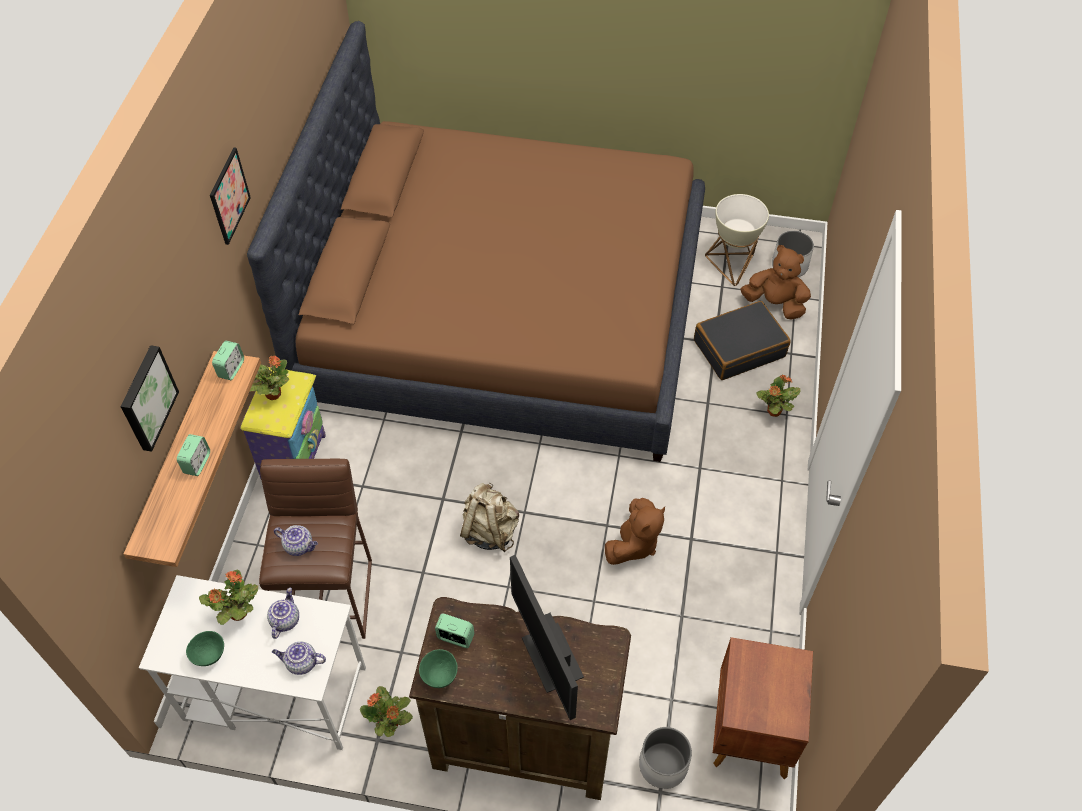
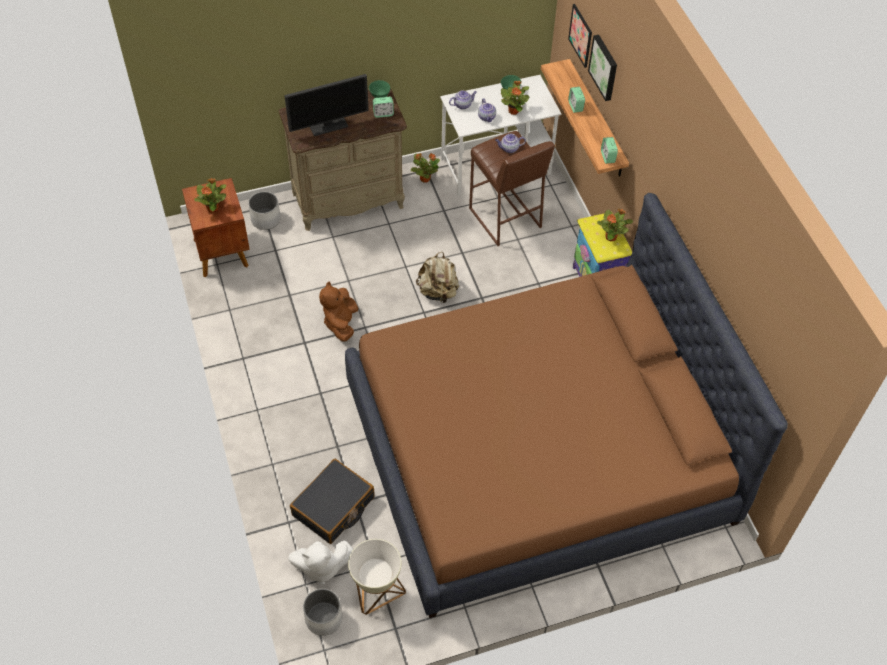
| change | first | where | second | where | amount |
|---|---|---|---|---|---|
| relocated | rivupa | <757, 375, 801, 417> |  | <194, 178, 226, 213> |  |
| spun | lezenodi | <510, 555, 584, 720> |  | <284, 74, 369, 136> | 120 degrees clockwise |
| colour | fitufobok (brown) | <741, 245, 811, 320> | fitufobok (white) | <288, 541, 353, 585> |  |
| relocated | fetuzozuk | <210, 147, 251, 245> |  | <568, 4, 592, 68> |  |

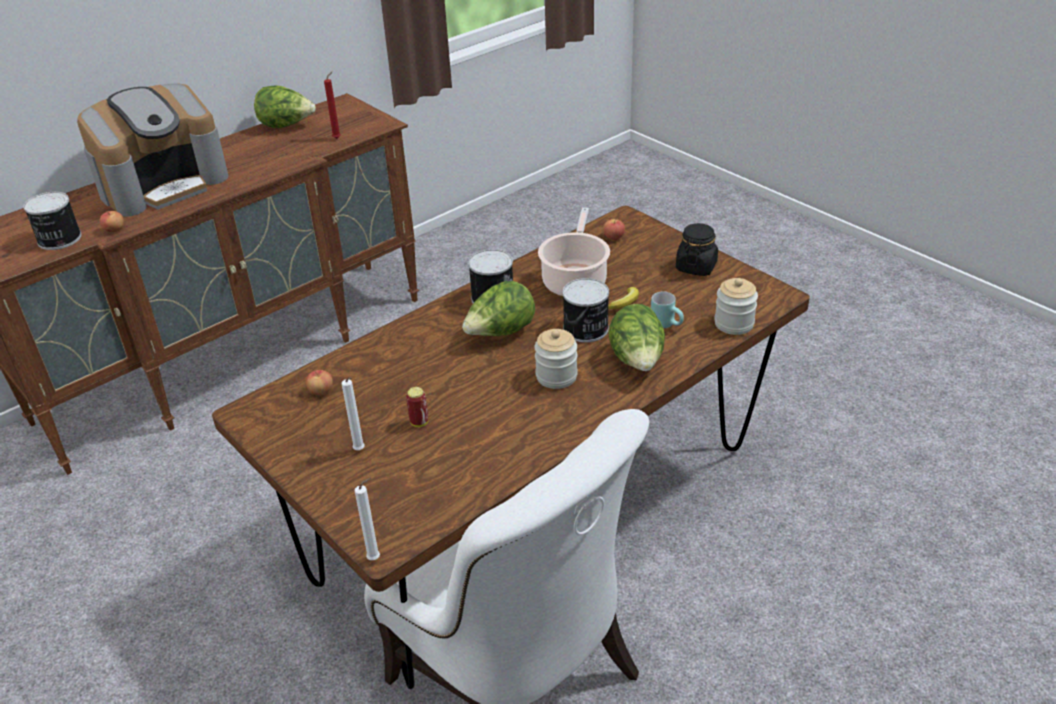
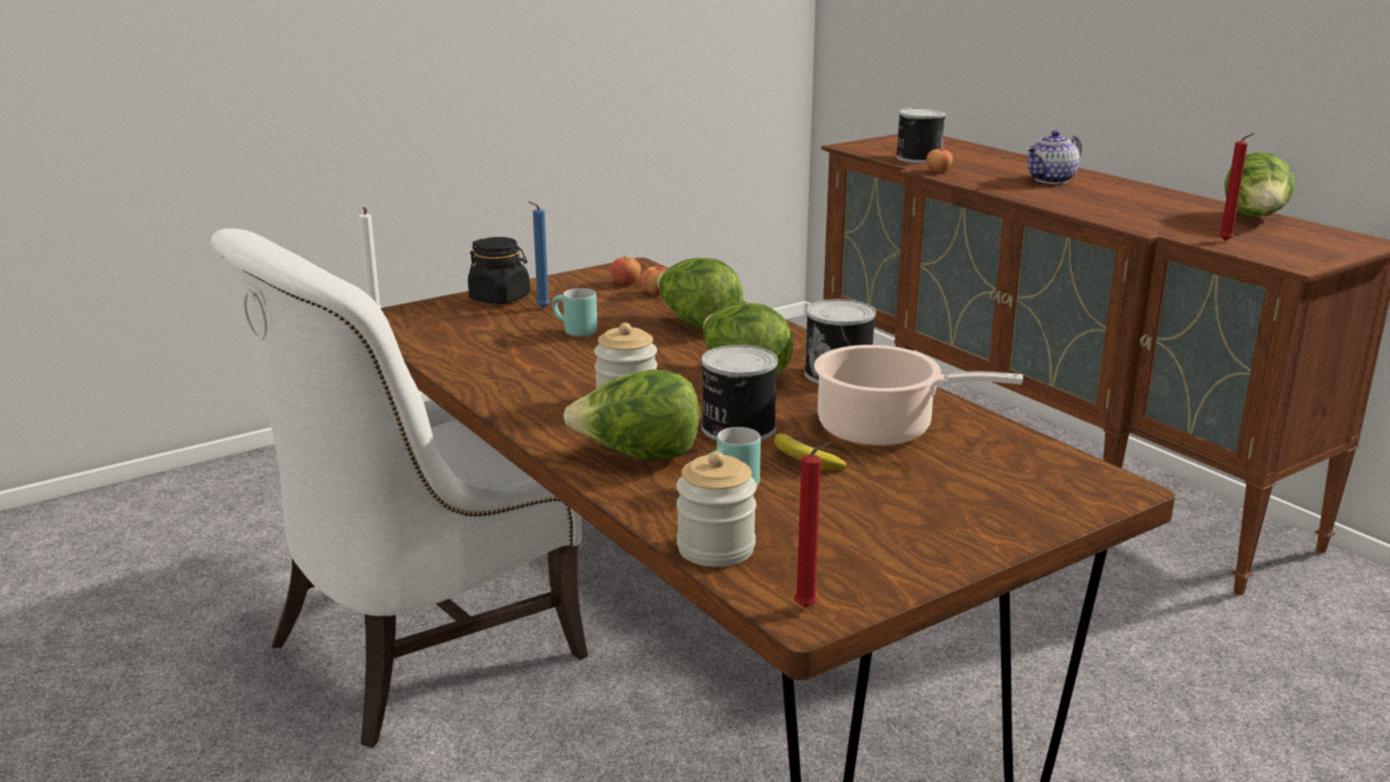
| change | first | where | second | where | amount |
|---|---|---|---|---|---|
| relocated | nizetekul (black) | <676, 223, 718, 276> |  | <468, 237, 530, 304> |  |
| colour | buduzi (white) | <341, 377, 365, 450> | buduzi (blue) | <528, 201, 550, 308> |  |
| exchanged | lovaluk | <406, 387, 428, 427> | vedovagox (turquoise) | <552, 288, 597, 337> |  |
| relocated | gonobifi | <603, 219, 625, 240> |  | <611, 255, 641, 285> |  |
| appeared |  |  | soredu | <657, 258, 743, 329> |  |
| appeared |  |  | buduzi (red) | <794, 442, 832, 608> |  |
| exchanged | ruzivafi | <77, 83, 229, 217> | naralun | <1026, 130, 1082, 184> |  |

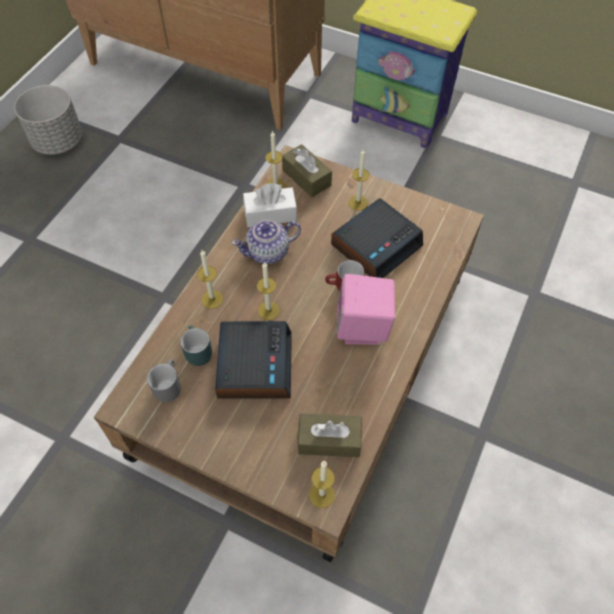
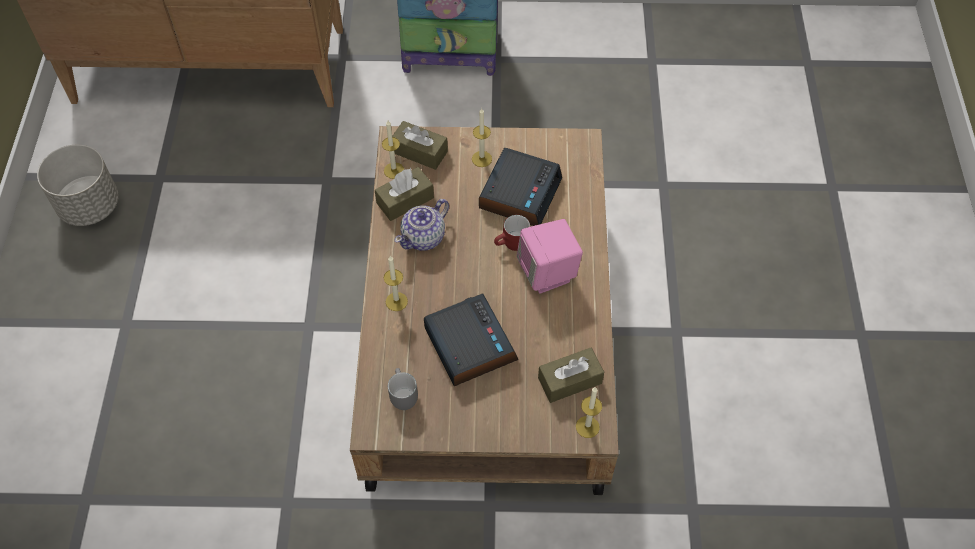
| change | first | where | second | where | amount |
|---|---|---|---|---|---|
| colour | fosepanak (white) | <243, 183, 297, 227> | fosepanak (brown) | <375, 167, 434, 221> |  |
| missing | vedovagox (turquoise) | <181, 325, 212, 366> |  |  |  |
| missing | buduzi | <257, 262, 280, 320> |  |  |  |

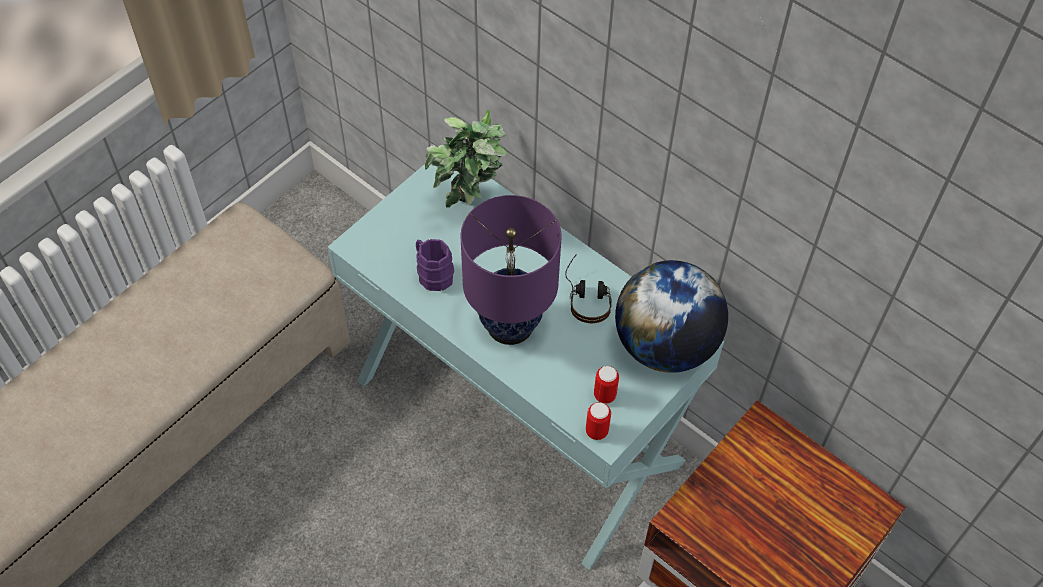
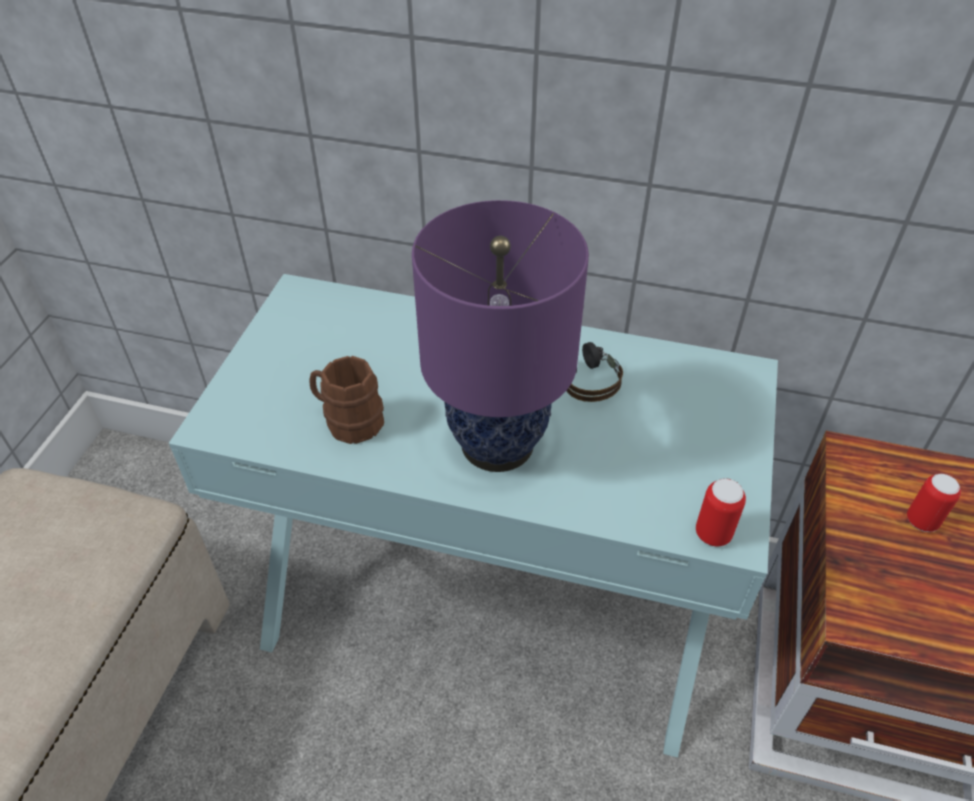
| change | first | where | second | where | amount |
|---|---|---|---|---|---|
| colour | vedovagox (purple) | <416, 239, 454, 291> | vedovagox (brown) | <309, 356, 384, 444> |  |
| relocated | lovaluk | <594, 366, 619, 404> |  | <907, 474, 961, 532> |  |
| missing | rivupa | <425, 109, 507, 208> |  |  |  |
| missing | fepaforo | <615, 260, 728, 373> |  |  |  |

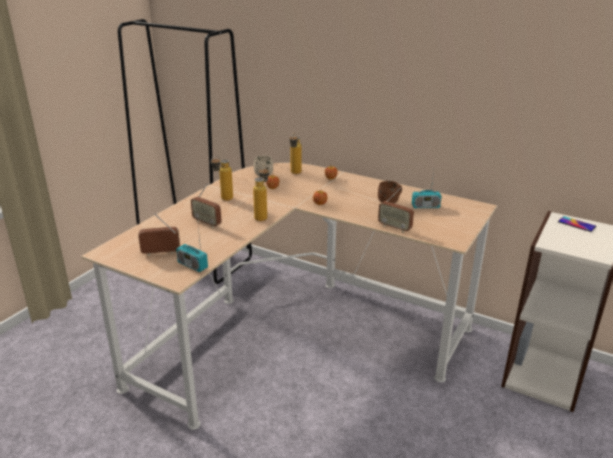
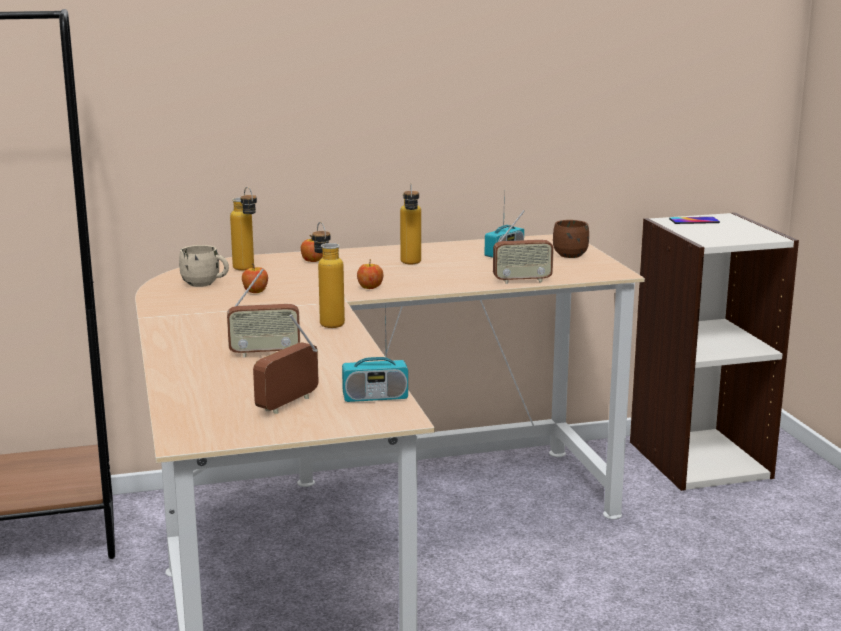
| change | first | where | second | where | amount |
|---|---|---|---|---|---|
| relocated | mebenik | <211, 155, 233, 201> |  | <400, 183, 421, 264> |  |
| relocated | vedovagox (brown) | <378, 181, 402, 203> |  | <553, 220, 589, 258> |  |

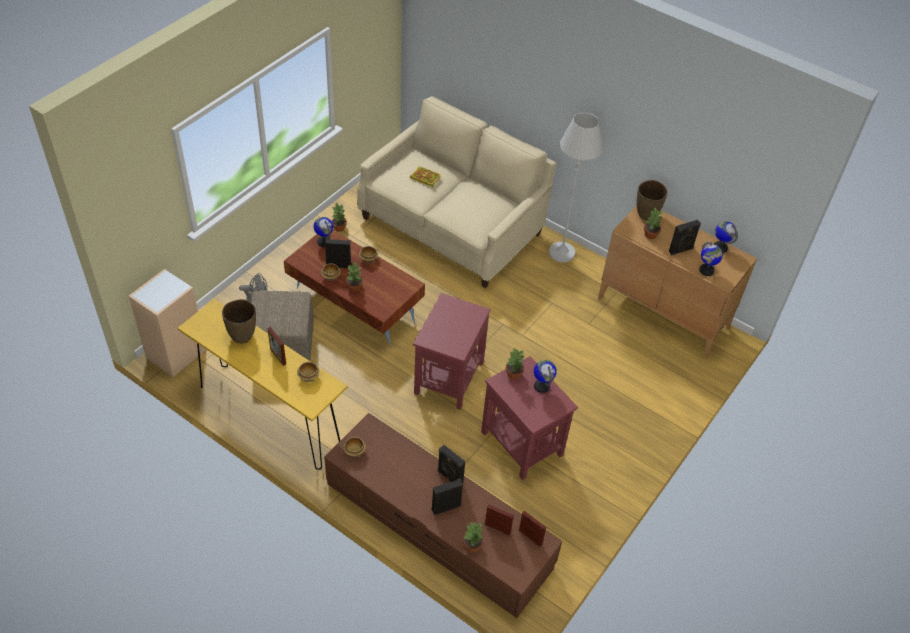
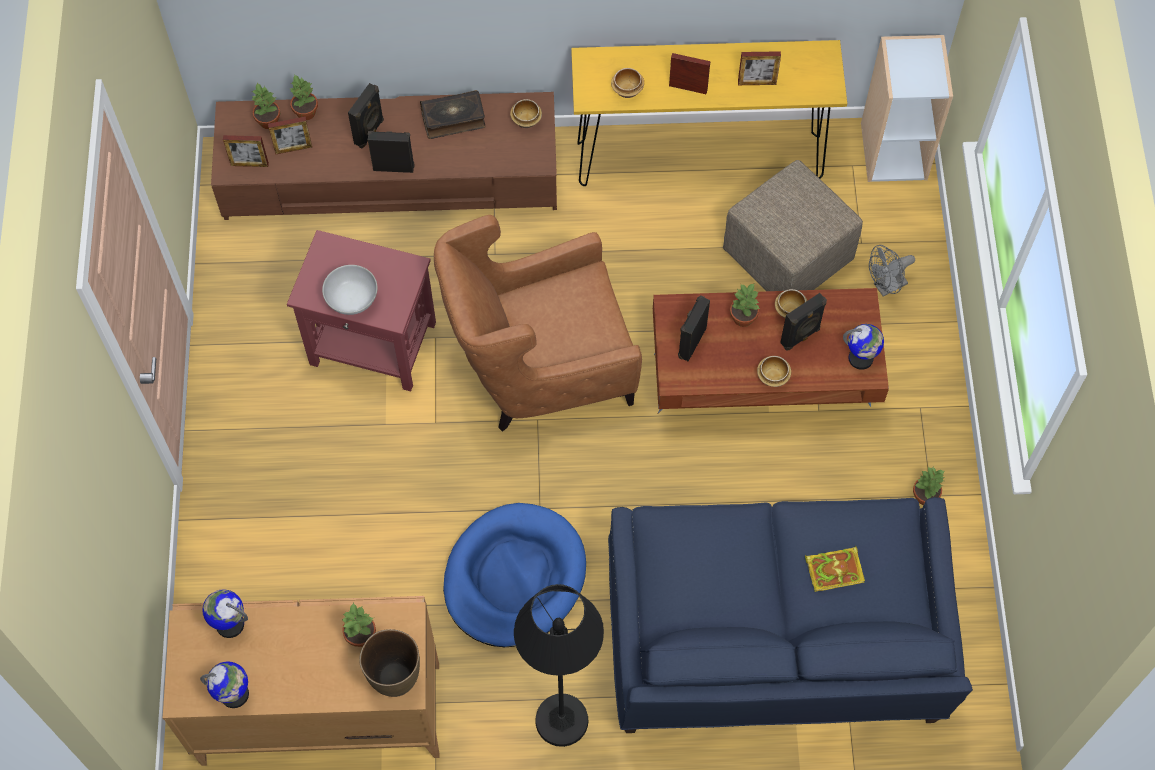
| change | first | where | second | where | amount |
|---|---|---|---|---|---|
| relocated | rivupa | <506, 348, 524, 380> |  | <252, 83, 280, 129> |  |
| exchanged | fepaforo | <534, 360, 557, 393> | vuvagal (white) | <322, 265, 378, 315> |  |
| appeared |  |  | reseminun | <420, 90, 486, 139> |  |
| exchanged | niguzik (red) | <413, 293, 491, 410> | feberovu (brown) | <434, 215, 642, 432> |  |
| appeared |  |  | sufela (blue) | <443, 503, 586, 647> |  |
| colour | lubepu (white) | <549, 112, 603, 262> | lubepu (black) | <514, 584, 604, 747> |  |
| colour | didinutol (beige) | <357, 96, 556, 288> | didinutol (blue) | <608, 497, 973, 733> |  |
| relocated | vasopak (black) | <669, 220, 701, 255> |  | <678, 295, 710, 362> |  |
| exchanged | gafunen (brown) | <222, 299, 256, 344> | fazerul | <738, 51, 781, 85> |  |

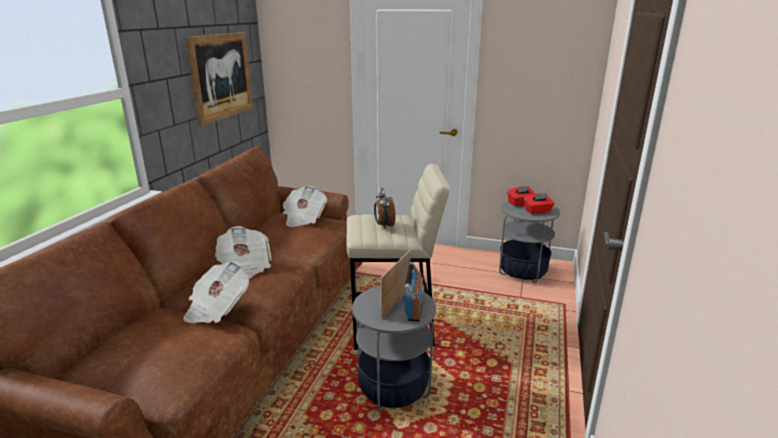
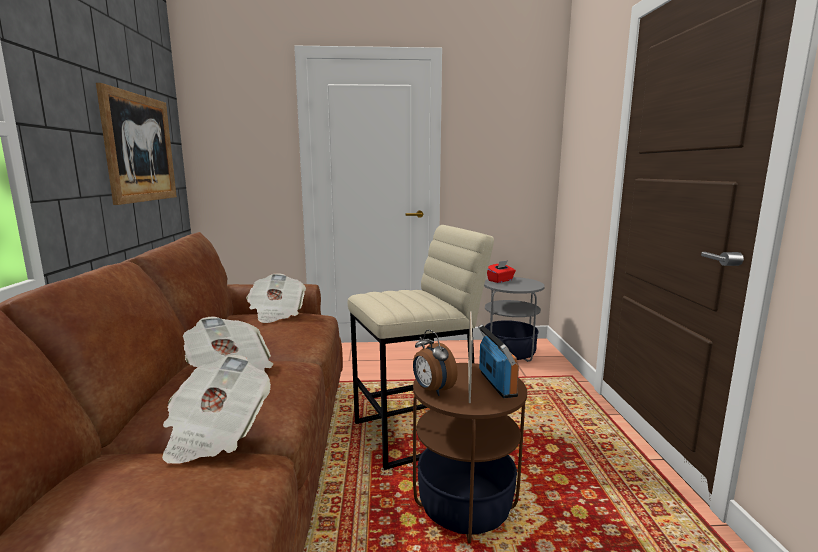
| change | first | where | second | where | amount |
|---|---|---|---|---|---|
| relocated | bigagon | <374, 188, 396, 228> |  | <413, 330, 458, 396> |  |
| colour | niguzik (grey) | <352, 286, 436, 412> | niguzik (brown) | <413, 363, 527, 544> |  |
| missing | fosepanak (red) | <524, 193, 555, 214> |  |  |  |

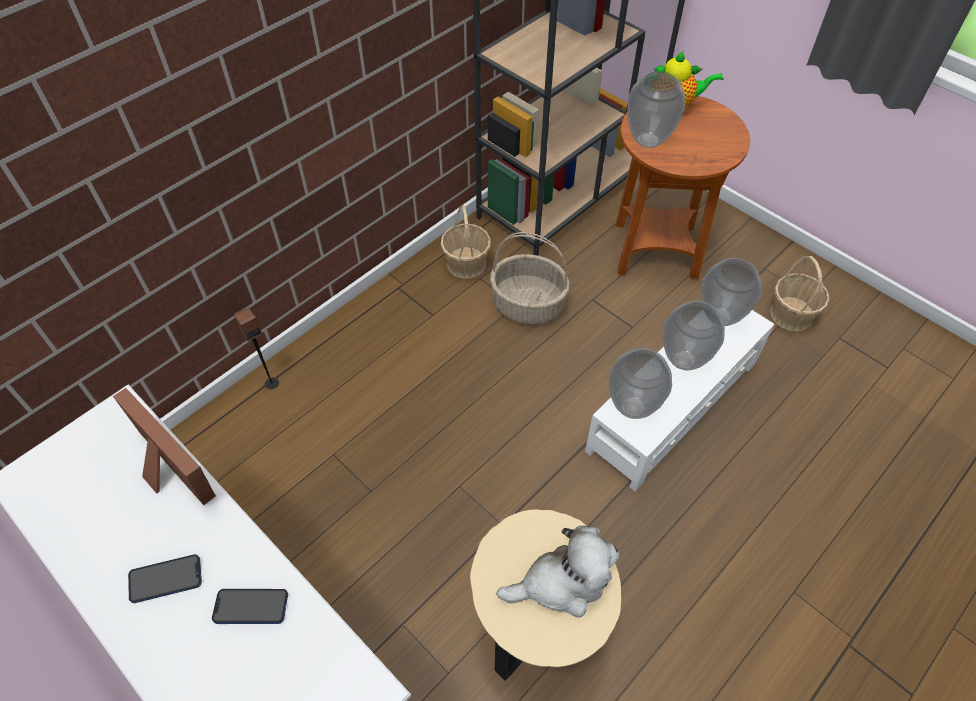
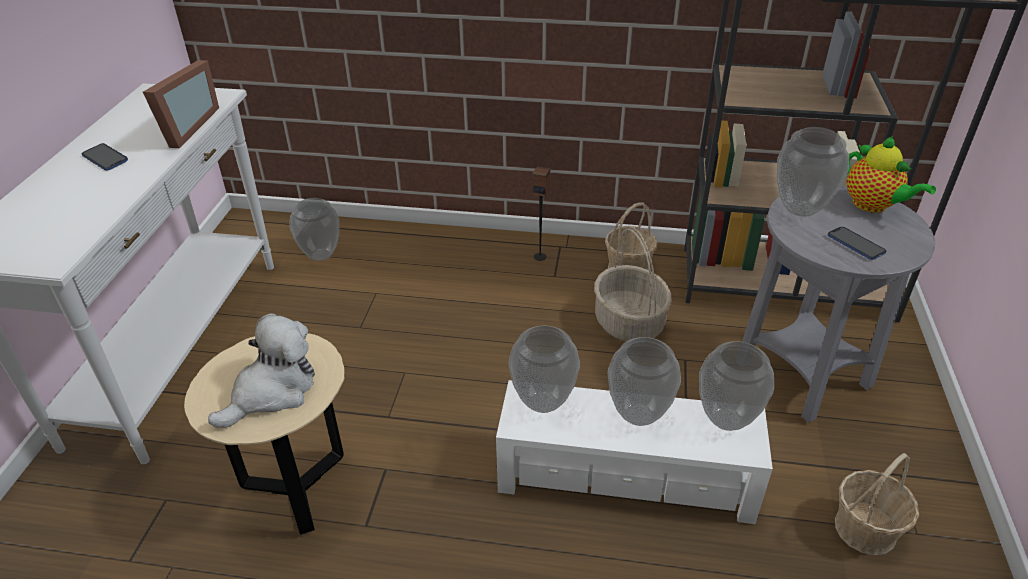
| change | first | where | second | where | amount |
|---|---|---|---|---|---|
| spun | fitufobok | <496, 526, 619, 617> |  | <208, 313, 315, 428> | 90 degrees counterclockwise |
| appeared |  |  | gafunen | <289, 198, 340, 261> |  |
| relocated | vasopak | <234, 307, 279, 389> |  | <532, 166, 550, 261> |  |
| colour | niguzik (brown) | <616, 96, 750, 279> | niguzik (grey) | <742, 186, 935, 423> |  |
| relocated | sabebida | <212, 589, 288, 624> |  | <828, 227, 887, 260> |  |

